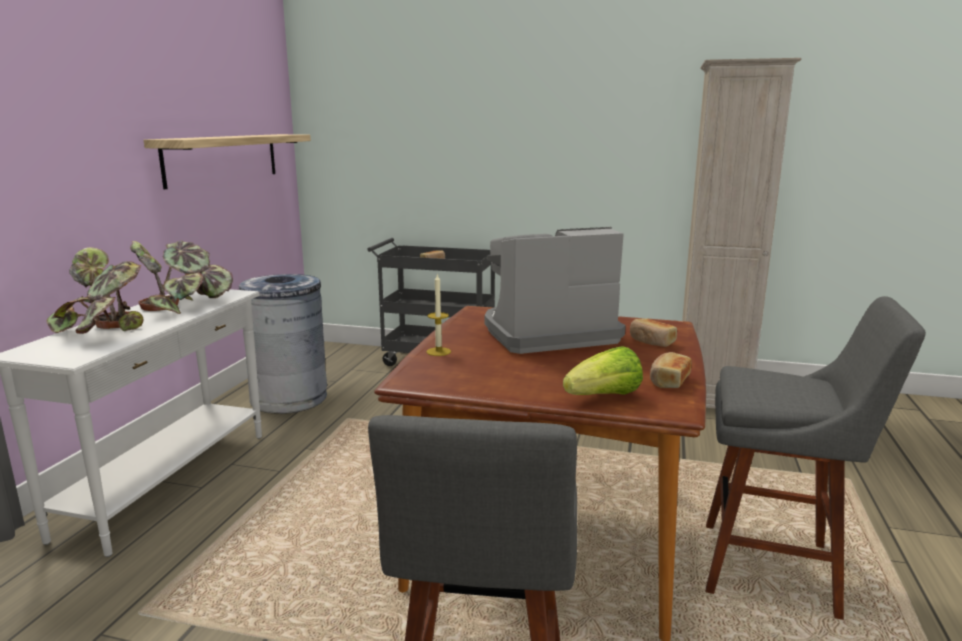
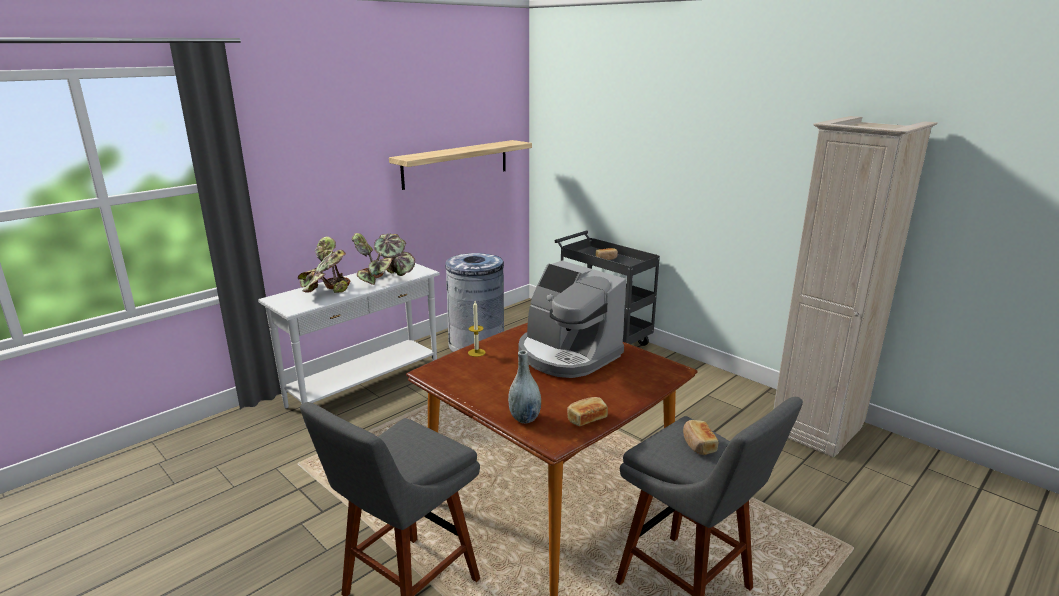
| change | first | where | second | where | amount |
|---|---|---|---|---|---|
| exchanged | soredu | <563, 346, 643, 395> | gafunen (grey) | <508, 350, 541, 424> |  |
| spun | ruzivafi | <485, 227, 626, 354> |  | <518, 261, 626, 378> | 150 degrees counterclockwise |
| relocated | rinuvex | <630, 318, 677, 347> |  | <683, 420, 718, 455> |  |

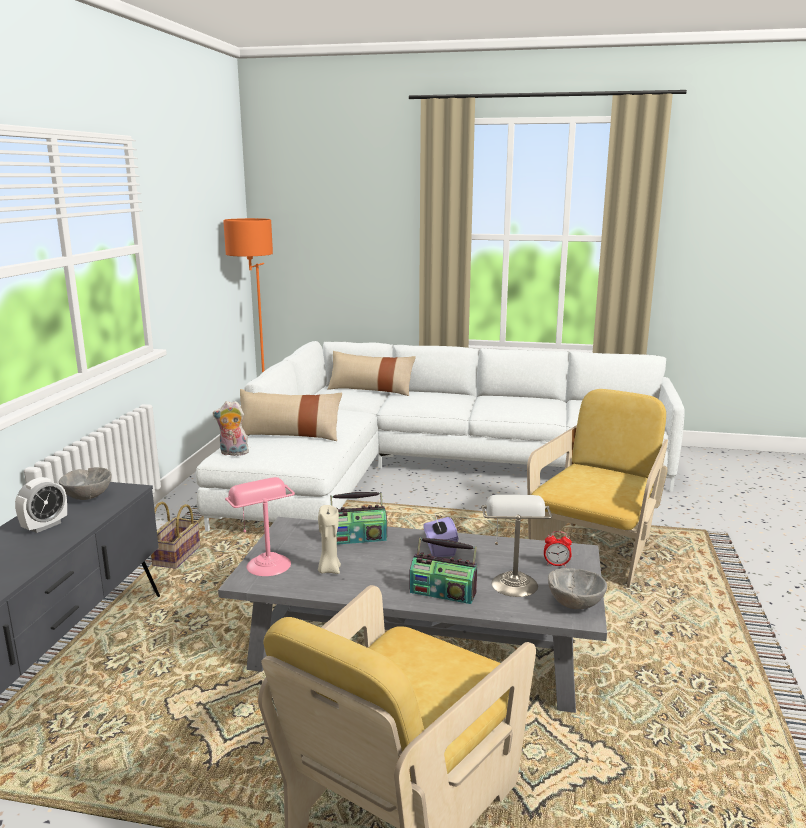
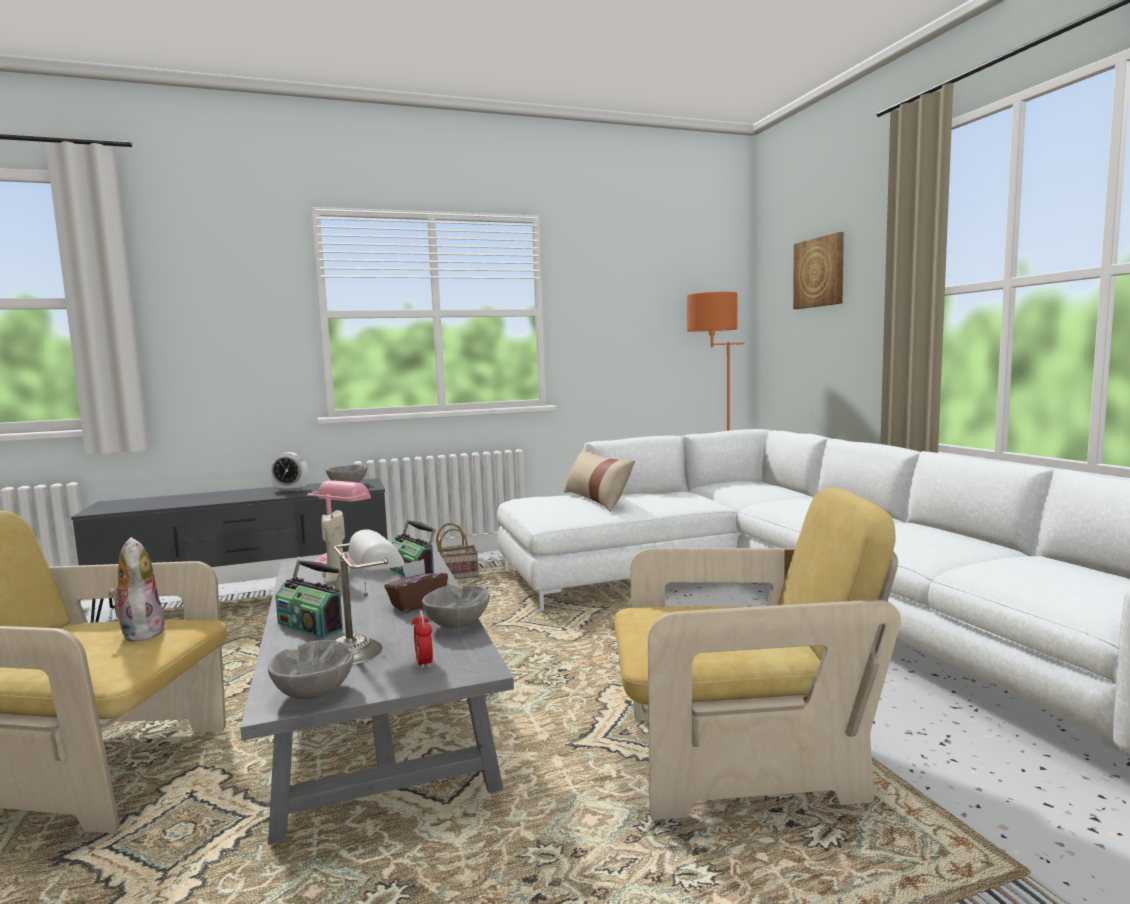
| change | first | where | second | where | amount |
|---|---|---|---|---|---|
| relocated | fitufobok | <213, 401, 249, 456> |  | <108, 537, 166, 642> |  |
| spun | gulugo | <410, 537, 477, 604> |  | <275, 560, 343, 638> | 45 degrees counterclockwise |
| colour | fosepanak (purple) | <423, 514, 459, 557> | fosepanak (brown) | <385, 559, 448, 612> |  |
| appeared |  |  | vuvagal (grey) | <422, 585, 490, 628> |  |
| appeared |  |  | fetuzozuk | <793, 232, 844, 309> |  |
| missing | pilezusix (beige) | <328, 351, 416, 396> |  |  |  |

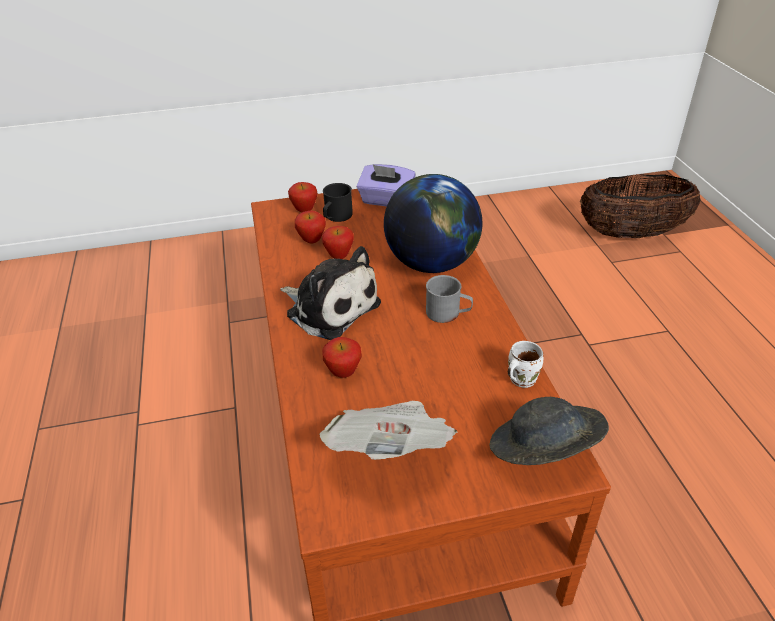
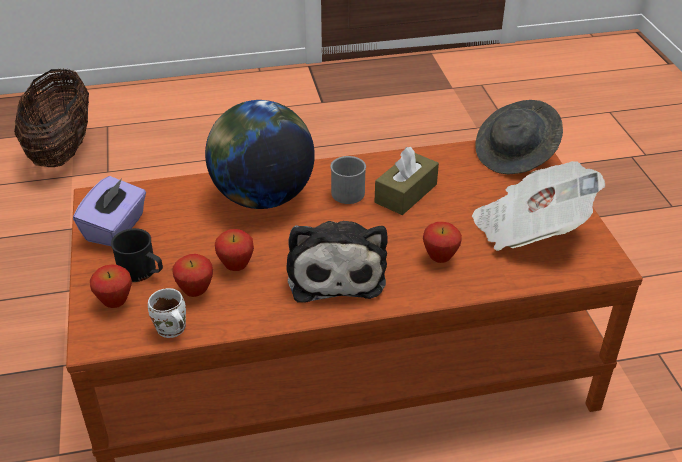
| change | first | where | second | where | amount |
|---|---|---|---|---|---|
| relocated | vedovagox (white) | <508, 341, 543, 388> |  | <148, 288, 186, 338> |  |
| spun | fitufobok | <280, 246, 381, 340> |  | <286, 221, 388, 303> | 135 degrees clockwise |
| appeared |  |  | fosepanak (brown) | <375, 147, 439, 215> |  |

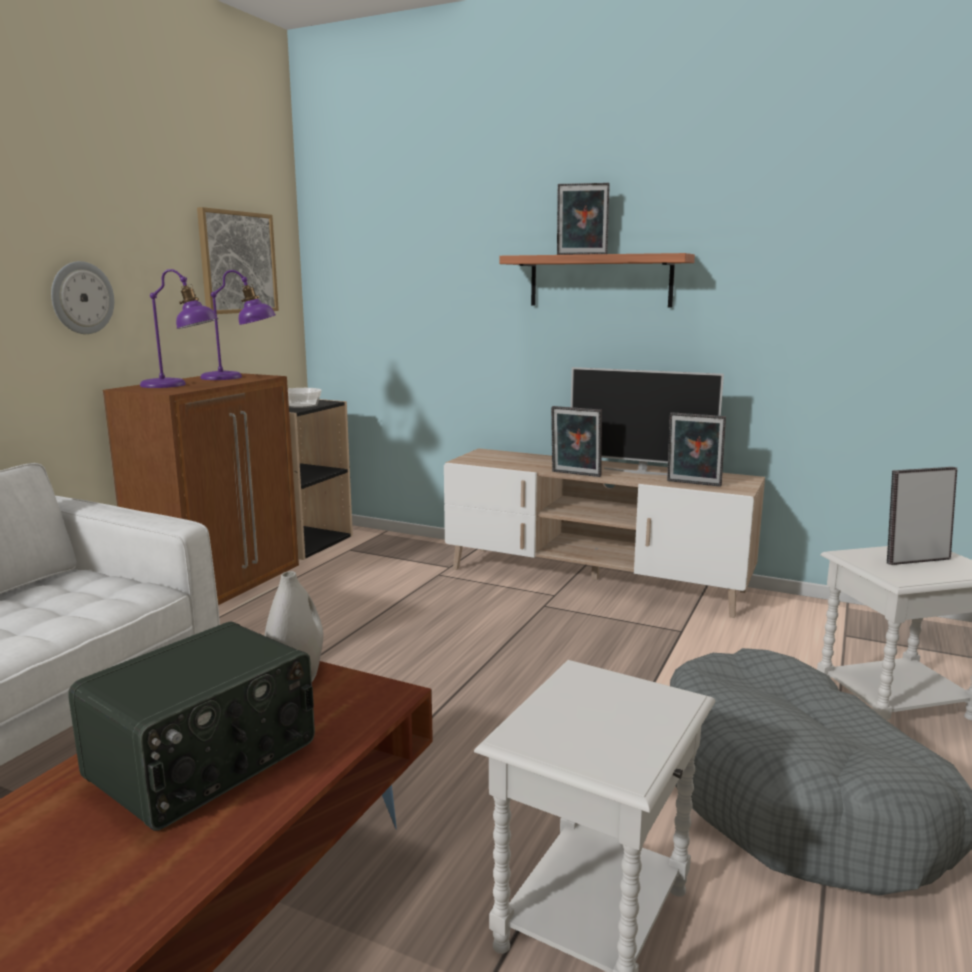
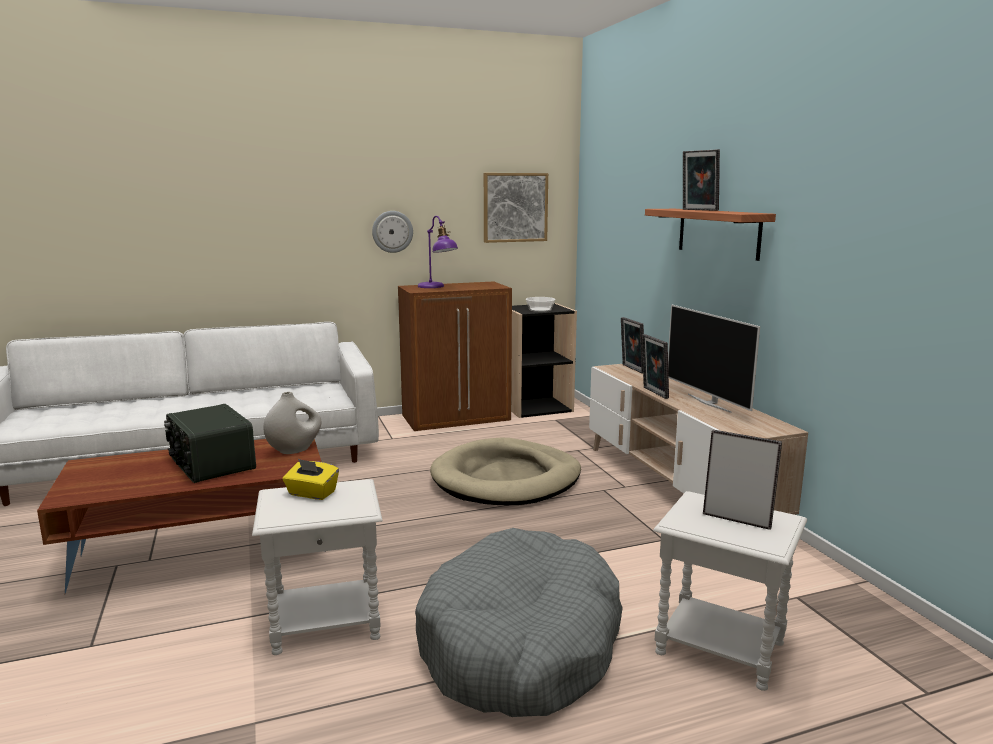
| change | first | where | second | where | amount |
|---|---|---|---|---|---|
| spun | gulugo | <68, 621, 315, 831> |  | <164, 404, 256, 483> | 60 degrees clockwise |
| appeared |  |  | fosepanak (yellow) | <282, 459, 339, 500> |  |
| appeared |  |  | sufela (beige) | <430, 437, 581, 505> |  |
| relocated | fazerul | <667, 412, 726, 487> |  | <621, 317, 644, 373> |  |
| missing | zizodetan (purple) | <201, 270, 276, 380> |  |  |  |

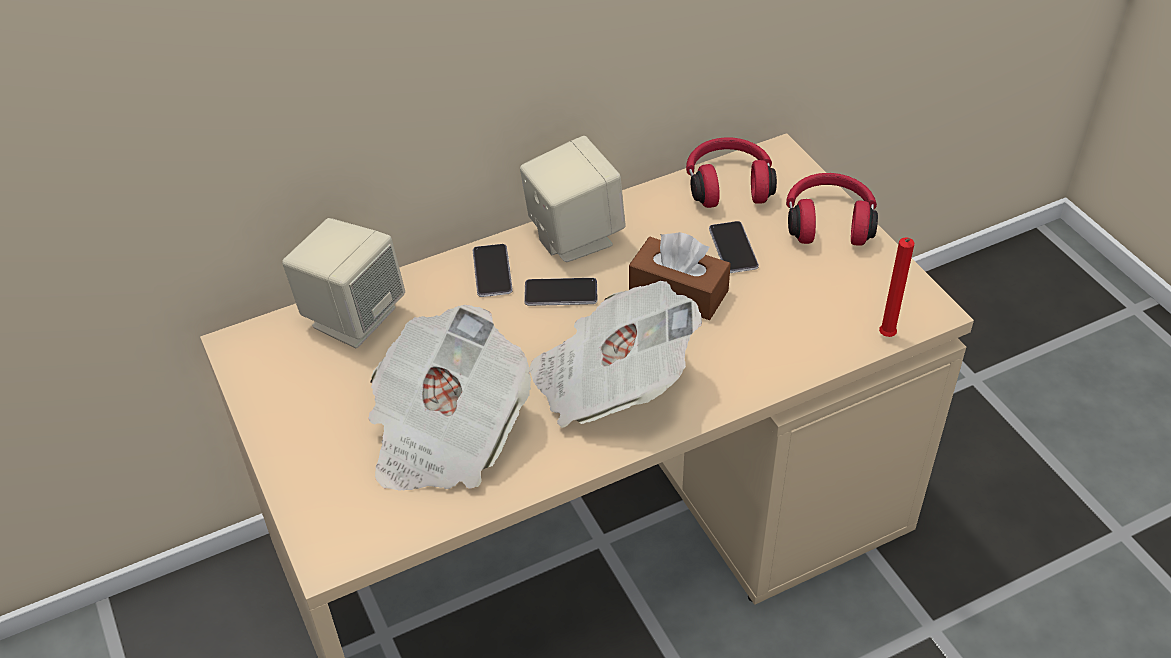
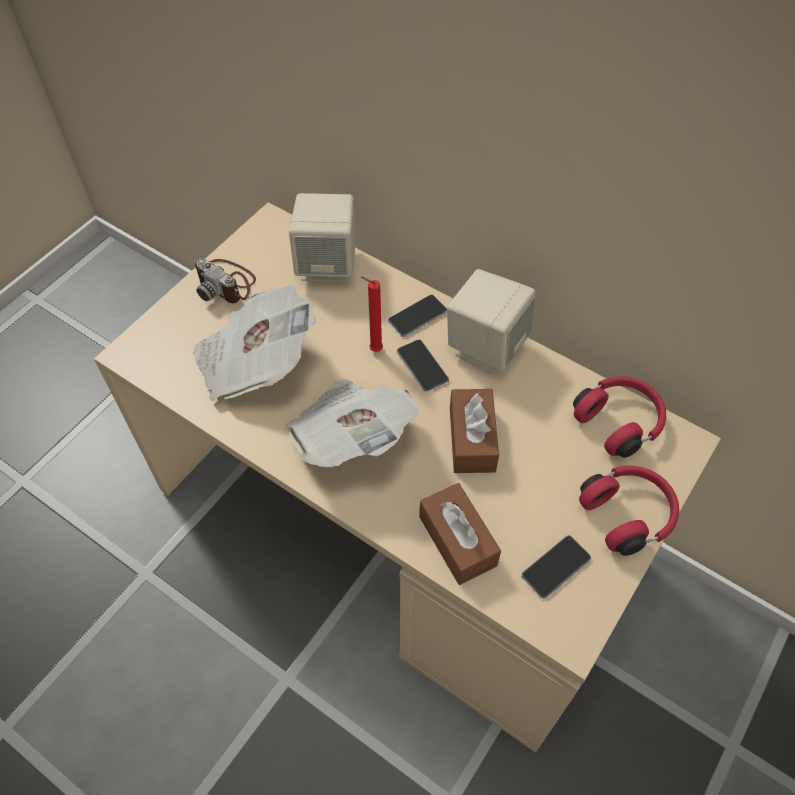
| change | first | where | second | where | amount |
|---|---|---|---|---|---|
| appeared |  |  | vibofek | <195, 258, 256, 303> |  |
| relocated | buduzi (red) | <879, 237, 915, 337> |  | <361, 277, 383, 352> |  |
| appeared |  |  | fosepanak (brown) | <419, 483, 501, 585> |  |
| relocated | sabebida | <709, 221, 759, 273> |  | <521, 536, 591, 599> |  |

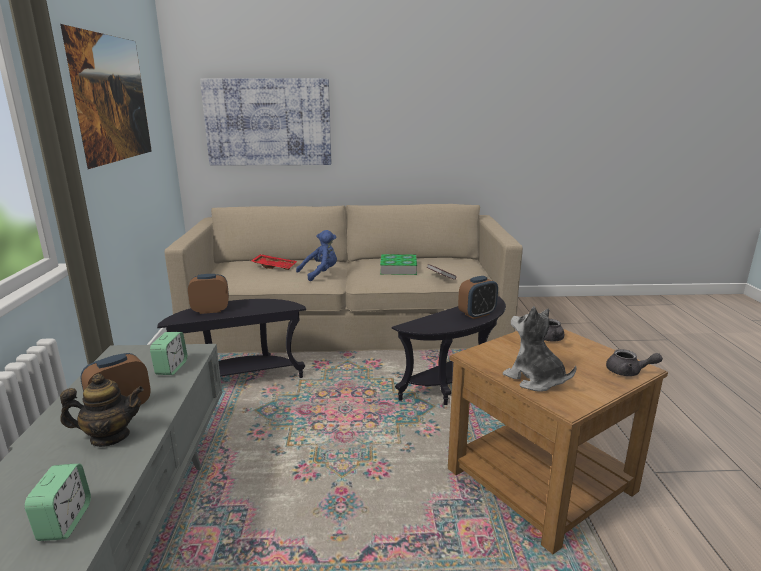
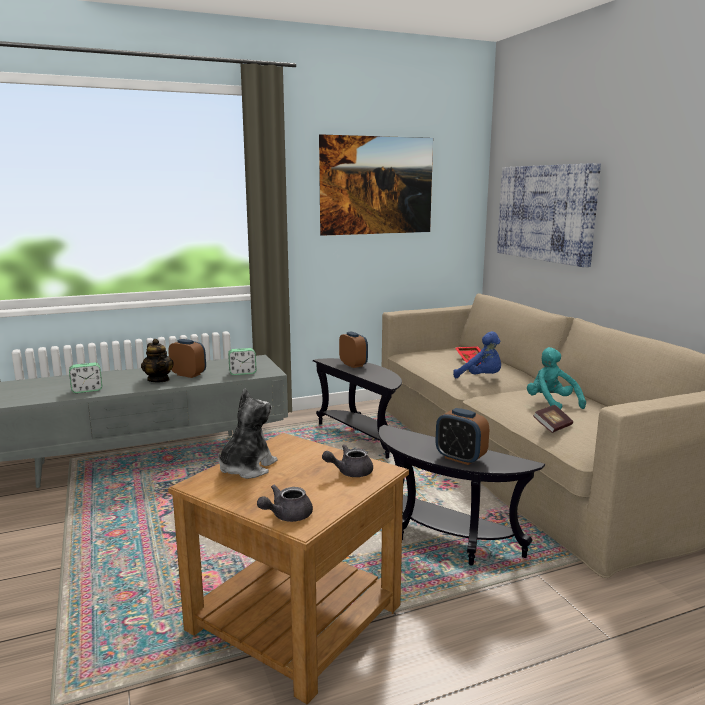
| change | first | where | second | where | amount |
|---|---|---|---|---|---|
| spun | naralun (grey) | <606, 349, 663, 376> |  | <257, 485, 313, 522> | 45 degrees clockwise |
| exchanged | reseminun | <380, 254, 417, 275> | fitufobok (turquoise) | <527, 347, 586, 409> |  |

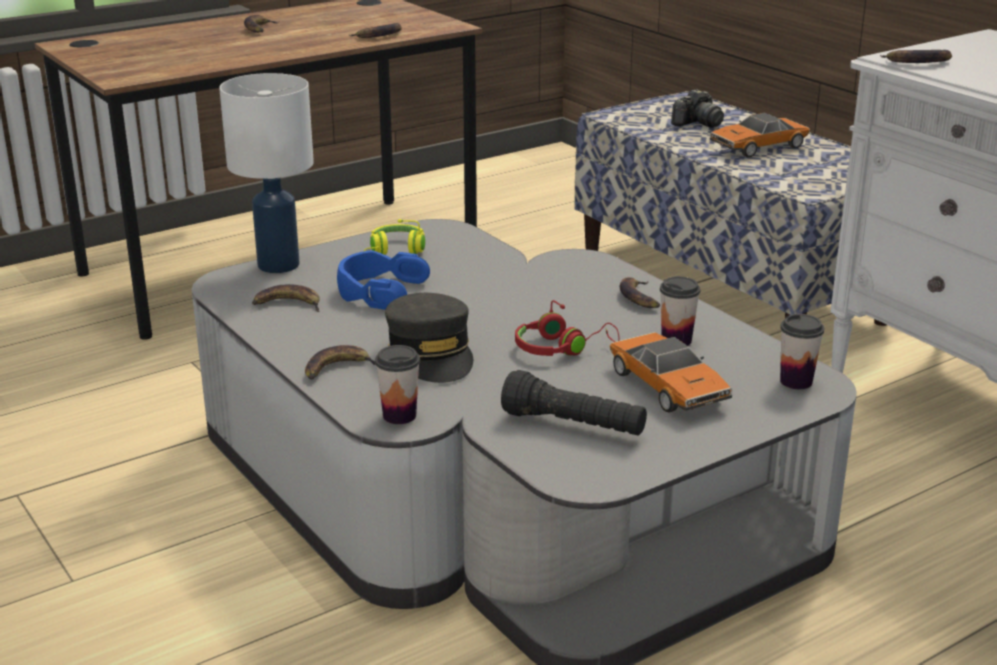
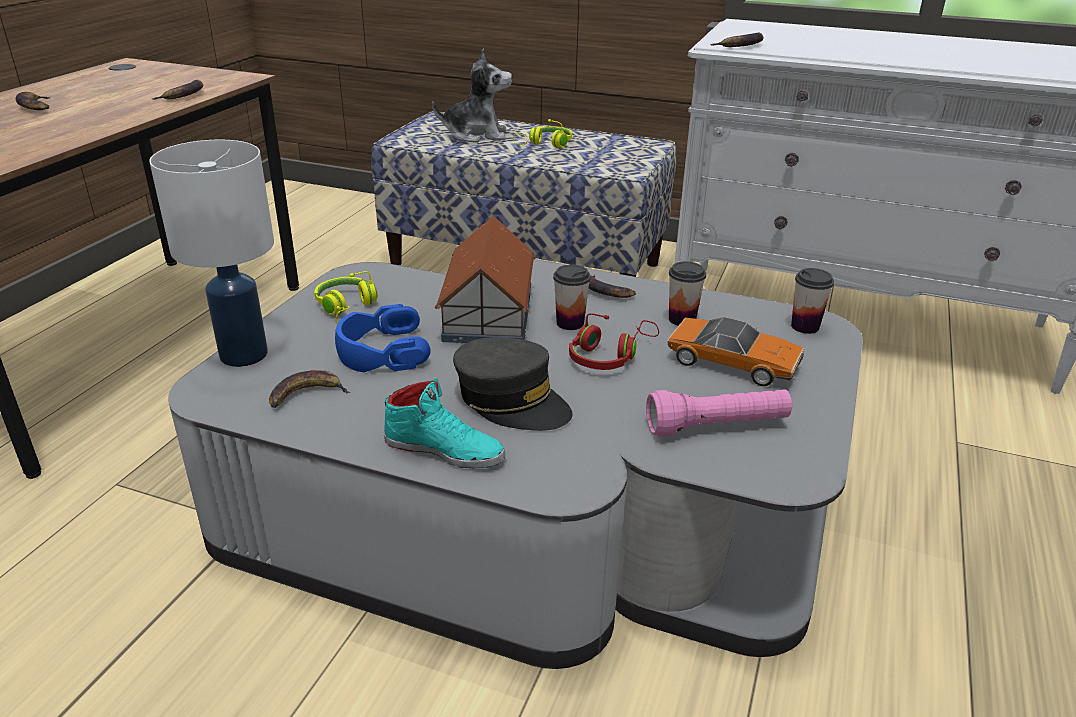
| change | first | where | second | where | amount |
|---|---|---|---|---|---|
| exchanged | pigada | <305, 345, 376, 379> | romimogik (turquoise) | <384, 378, 505, 468> |  |
| exchanged | vibofek | <671, 89, 724, 128> | fitufobok | <432, 49, 512, 143> |  |
| appeared |  |  | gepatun | <435, 215, 536, 343> |  |
| exchanged | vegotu | <710, 113, 810, 158> | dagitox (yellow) | <513, 119, 572, 148> |  |
| relocated | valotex | <375, 345, 420, 424> |  | <553, 264, 591, 330> |  |
| colour | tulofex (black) | <501, 370, 647, 435> | tulofex (pink) | <646, 389, 792, 437> |  |

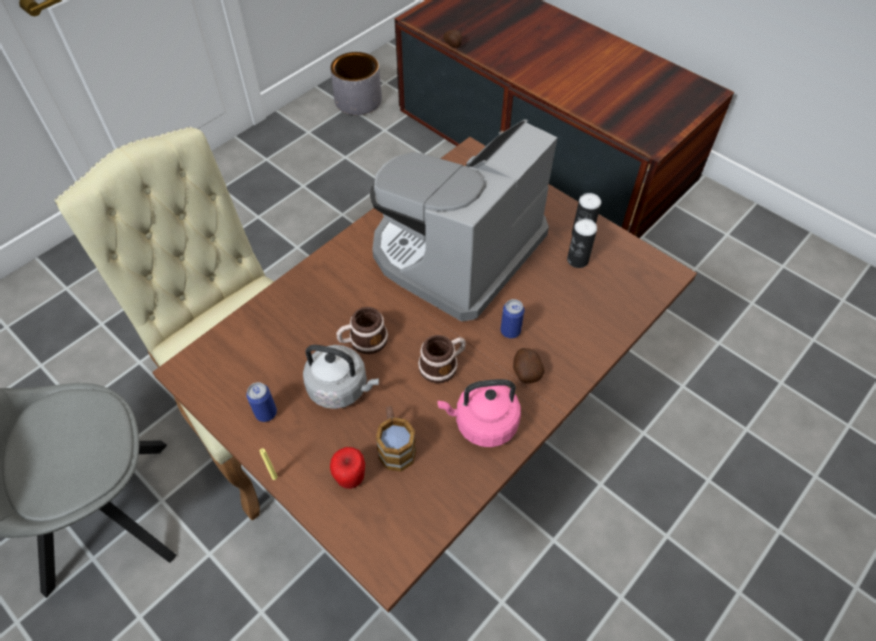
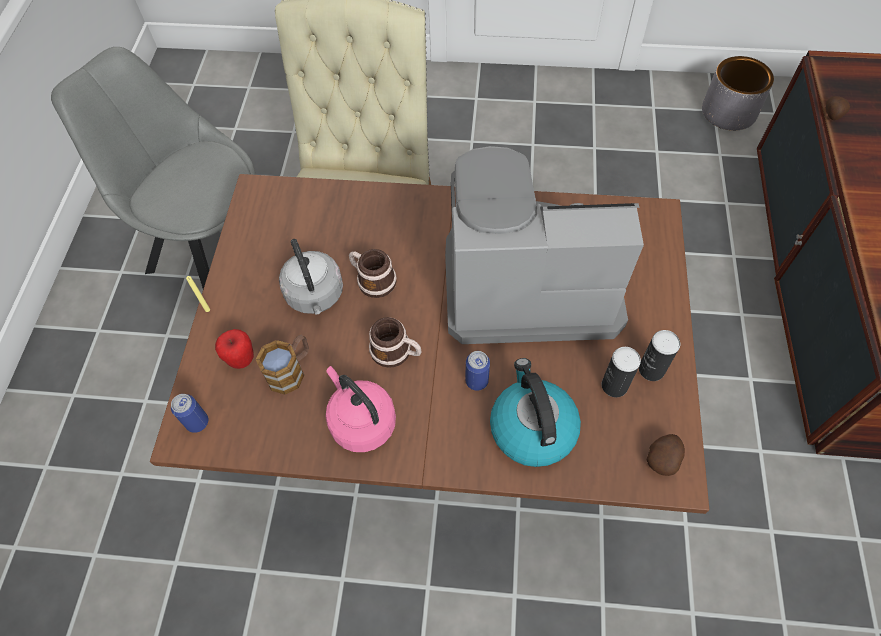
| change | first | where | second | where | amount |
|---|---|---|---|---|---|
| relocated | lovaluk | <246, 382, 277, 422> |  | <171, 394, 208, 433> |  |
| appeared |  |  | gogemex | <490, 358, 581, 467> |  |
| relocated | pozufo | <513, 348, 545, 383> |  | <646, 434, 685, 476> |  |

